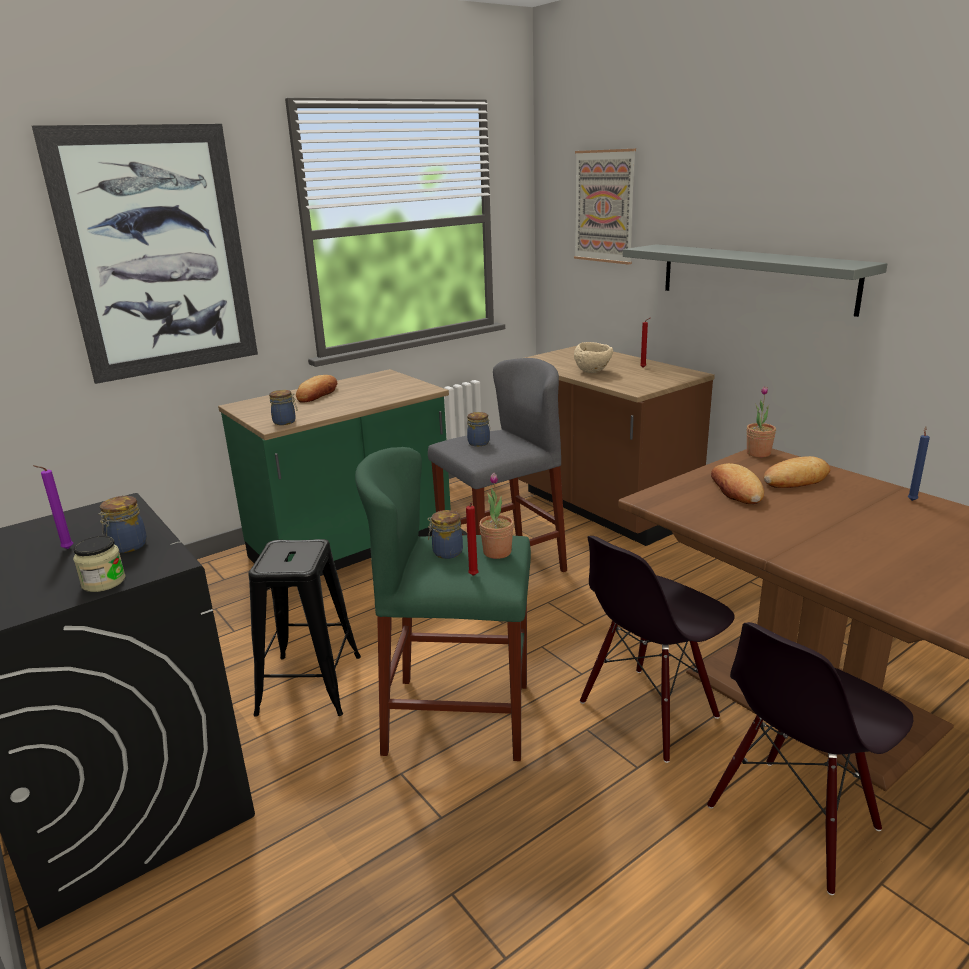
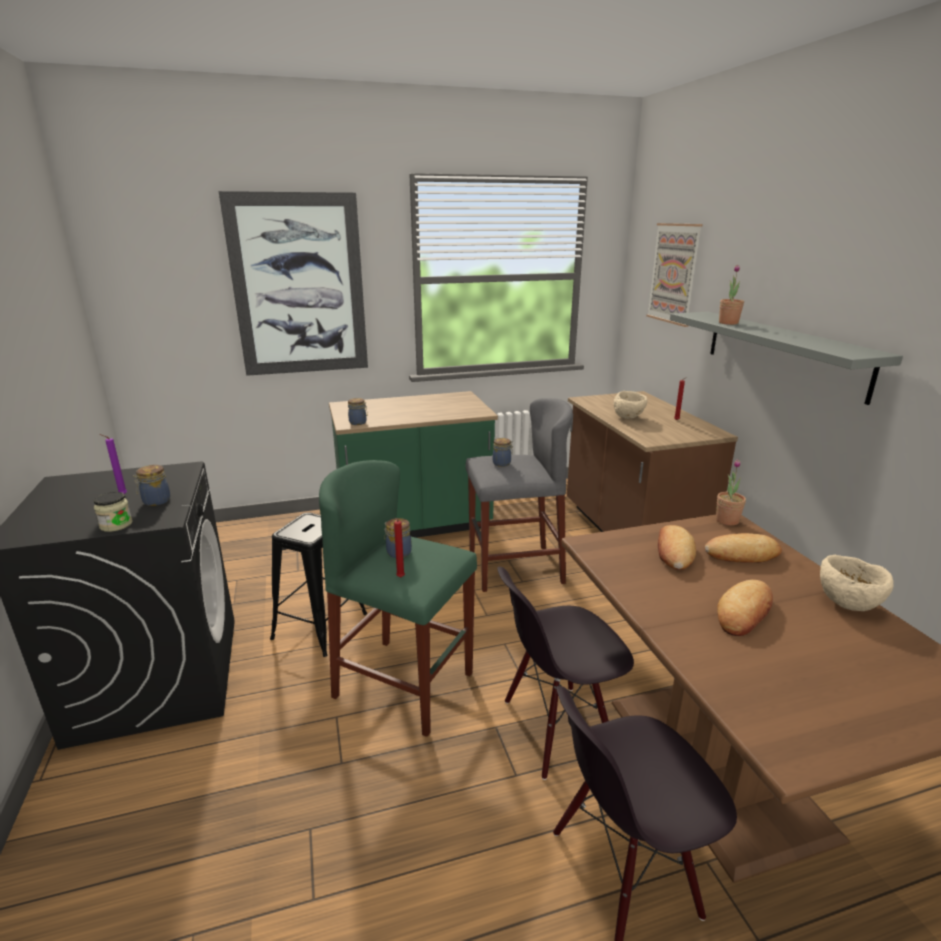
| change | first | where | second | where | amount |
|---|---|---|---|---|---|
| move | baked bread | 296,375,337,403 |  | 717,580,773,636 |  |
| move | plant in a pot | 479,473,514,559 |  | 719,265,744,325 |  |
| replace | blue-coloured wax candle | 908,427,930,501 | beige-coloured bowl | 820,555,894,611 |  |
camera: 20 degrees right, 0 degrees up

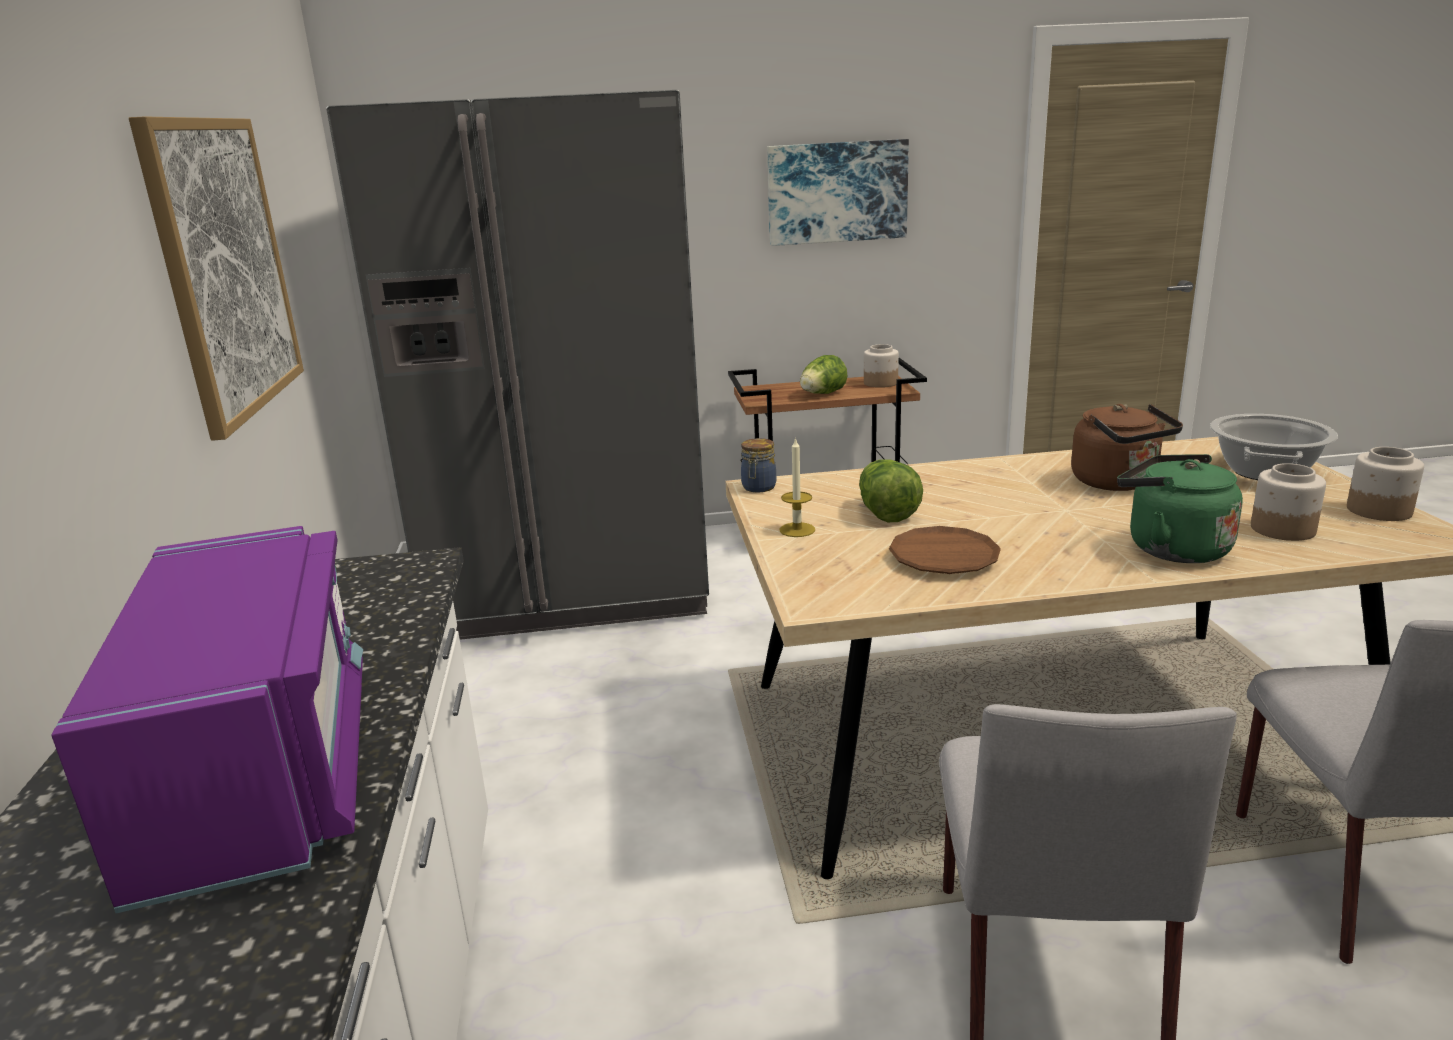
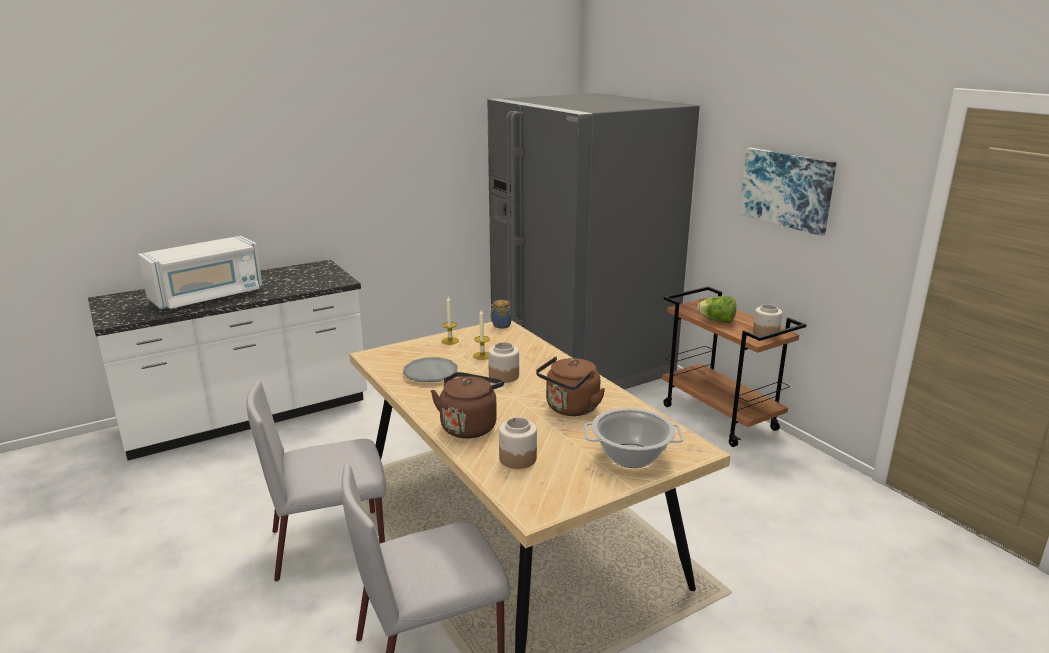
| change | first | where | second | where | amount |
|---|---|---|---|---|---|
| recolor | purple-coloured microwave | 51,526,363,913 | white microwave | 138,236,263,310 |  |
| delete | wall picture | 129,116,304,441 |  |  |  |
| replace | head of lettuce | 859,459,923,522 | wax candle | 473,310,490,360 |  |
| recolor | brown-coloured dinner plate | 889,526,1001,574 | grey dinner plate | 403,357,458,382 |  |
| recolor | green-coloured kettle | 1117,454,1243,563 | brown-coloured kettle | 431,372,504,438 |  |
| move | preserve jar | 1347,447,1424,521 |  | 488,342,519,383 |  |
camera: 65 degrees right, 0 degrees up

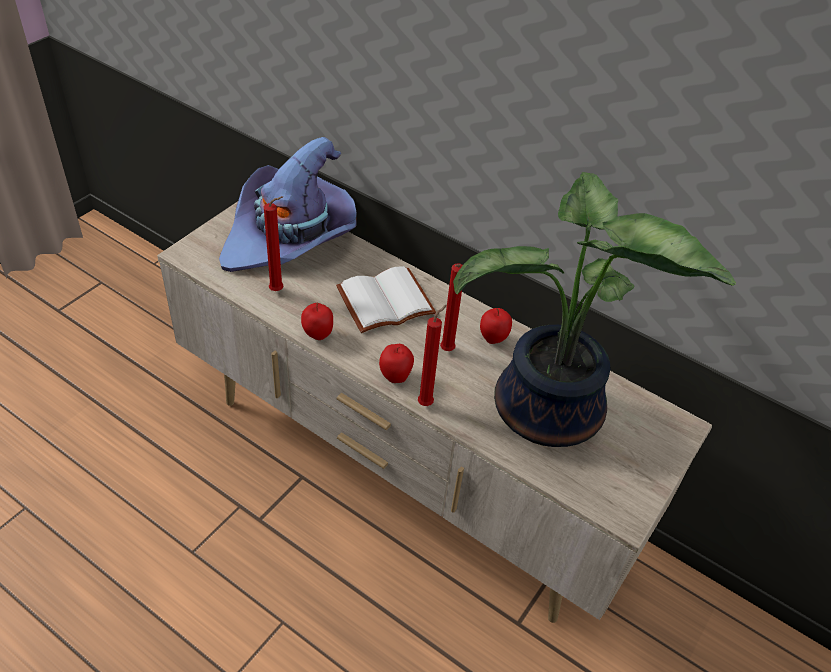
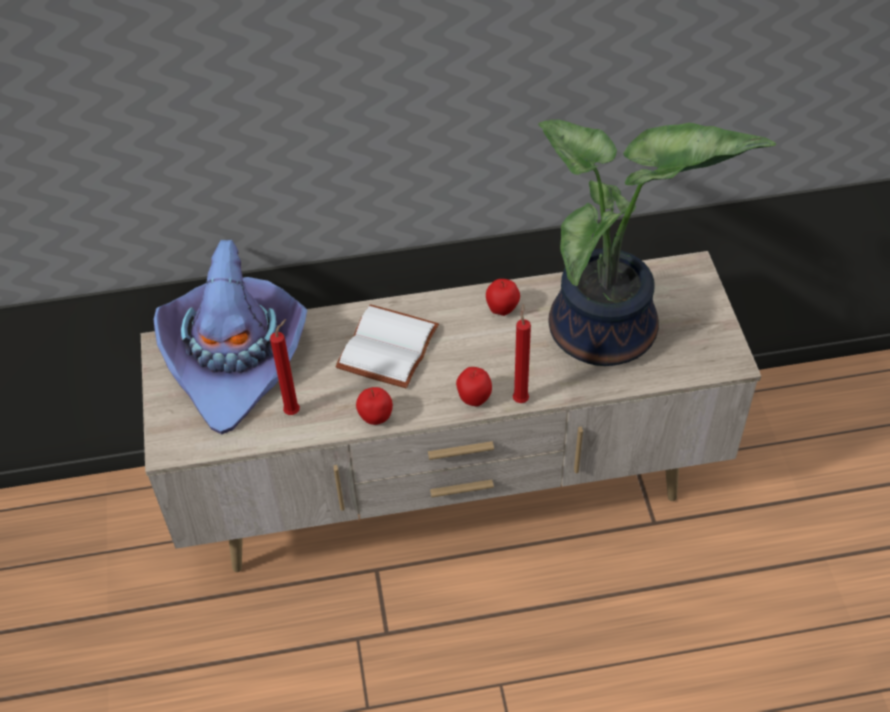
| change | first | where | second | where | amount |
|---|---|---|---|---|---|
| delete | red wax candle | 440,263,463,351 |  |  |  |
camera: 40 degrees left, 5 degrees up

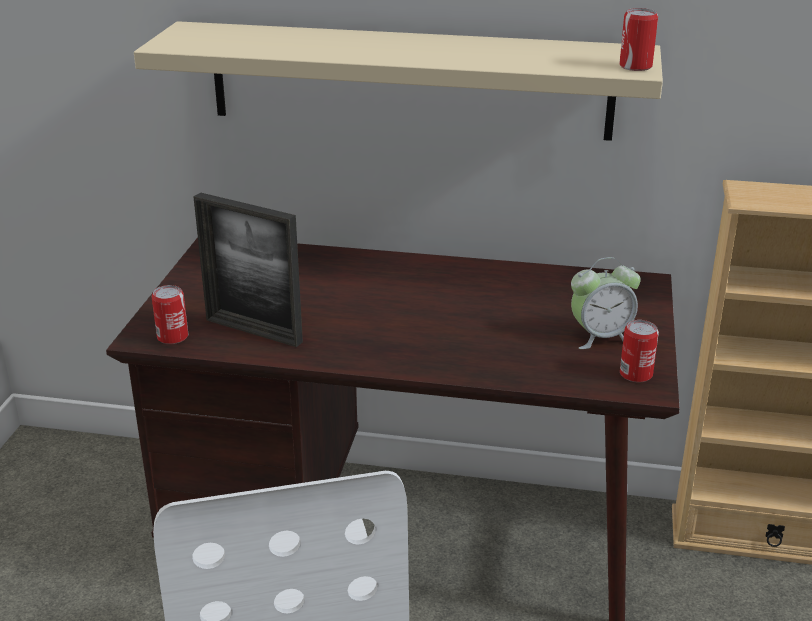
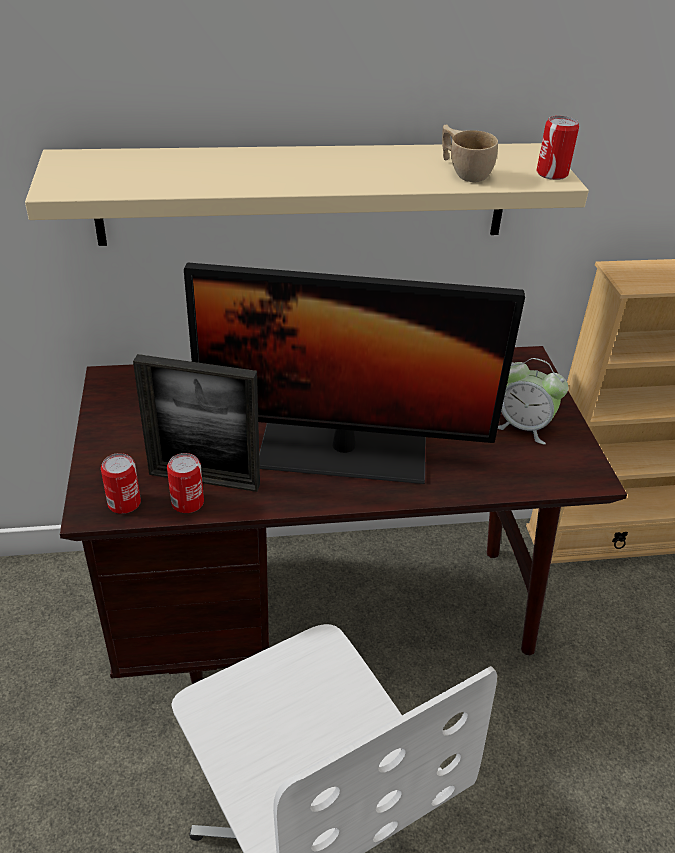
| change | first | where | second | where | amount |
|---|---|---|---|---|---|
| rotate | bedside clock | 571,257,641,349 |  | 498,358,568,444 | 60 degrees clockwise |
| move | sealed can | 620,320,659,383 |  | 167,453,204,513 |  |
| insert |  |  | computer display | 184,263,525,484 |  |
| insert |  |  | beige-coloured small cup | 442,124,498,182 |  |
camera: 20 degrees left, 10 degrees up

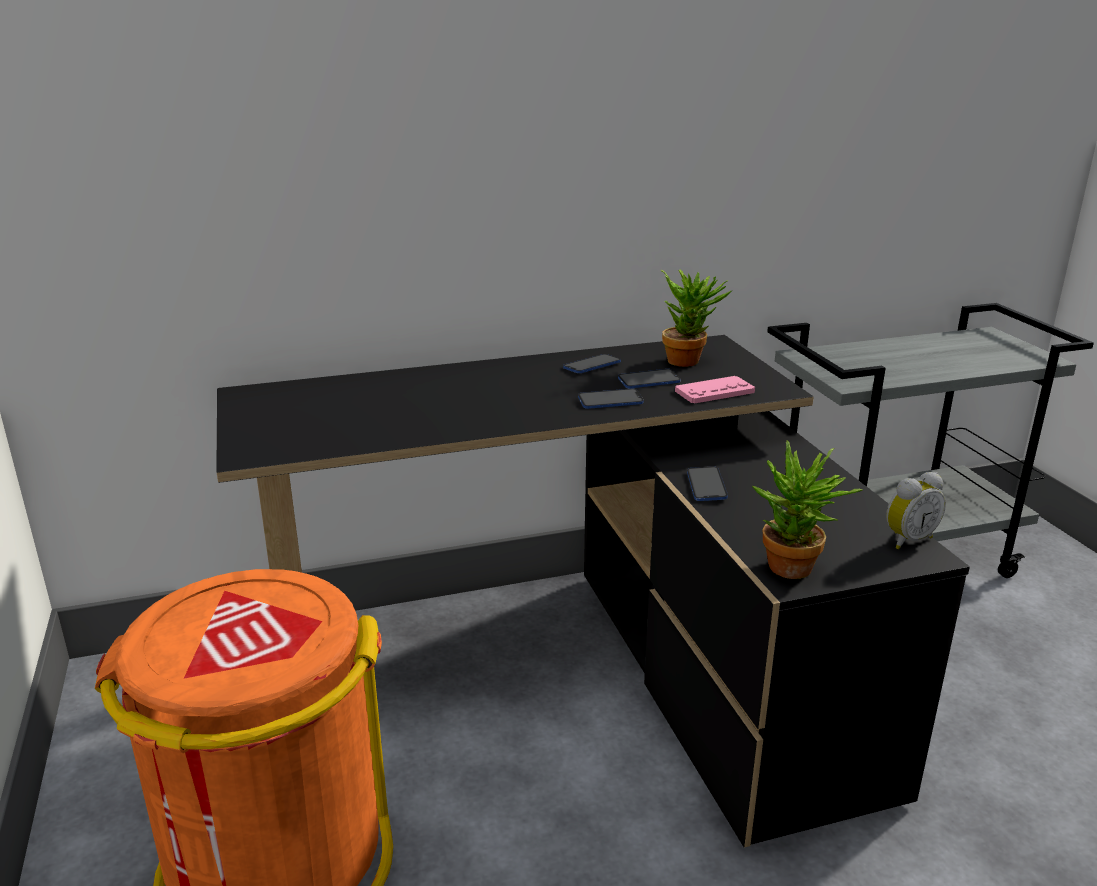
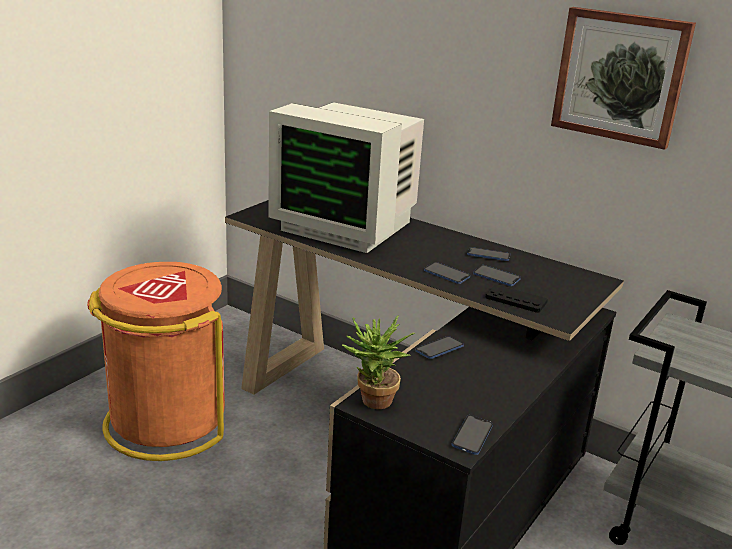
| change | first | where | second | where | amount |
|---|---|---|---|---|---|
| delete | plant in a pot | 661,270,732,367 |  |  |  |
| recolor | pink-coloured gamepad | 675,376,755,404 | black gamepad | 485,285,548,313 |  |
| replace | bedside clock | 886,472,946,550 | phone | 451,415,493,455 |  |
| insert |  |  | computer display | 268,102,424,253 |  |
| insert |  |  | wall picture | 551,7,696,150 |  |
camera: 50 degrees right, 0 degrees up

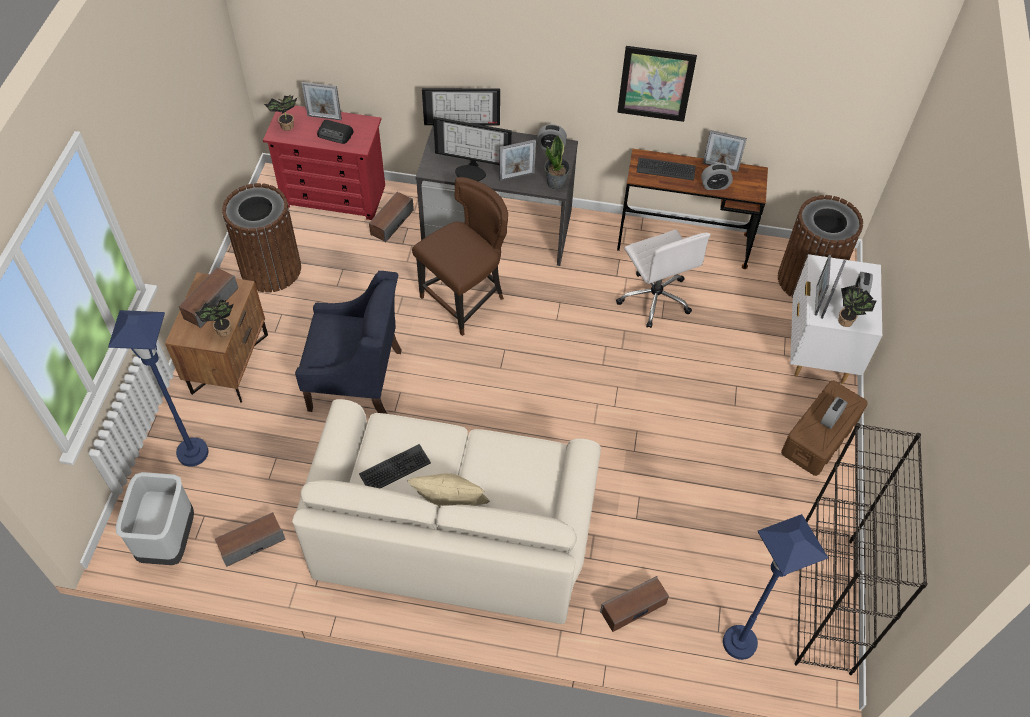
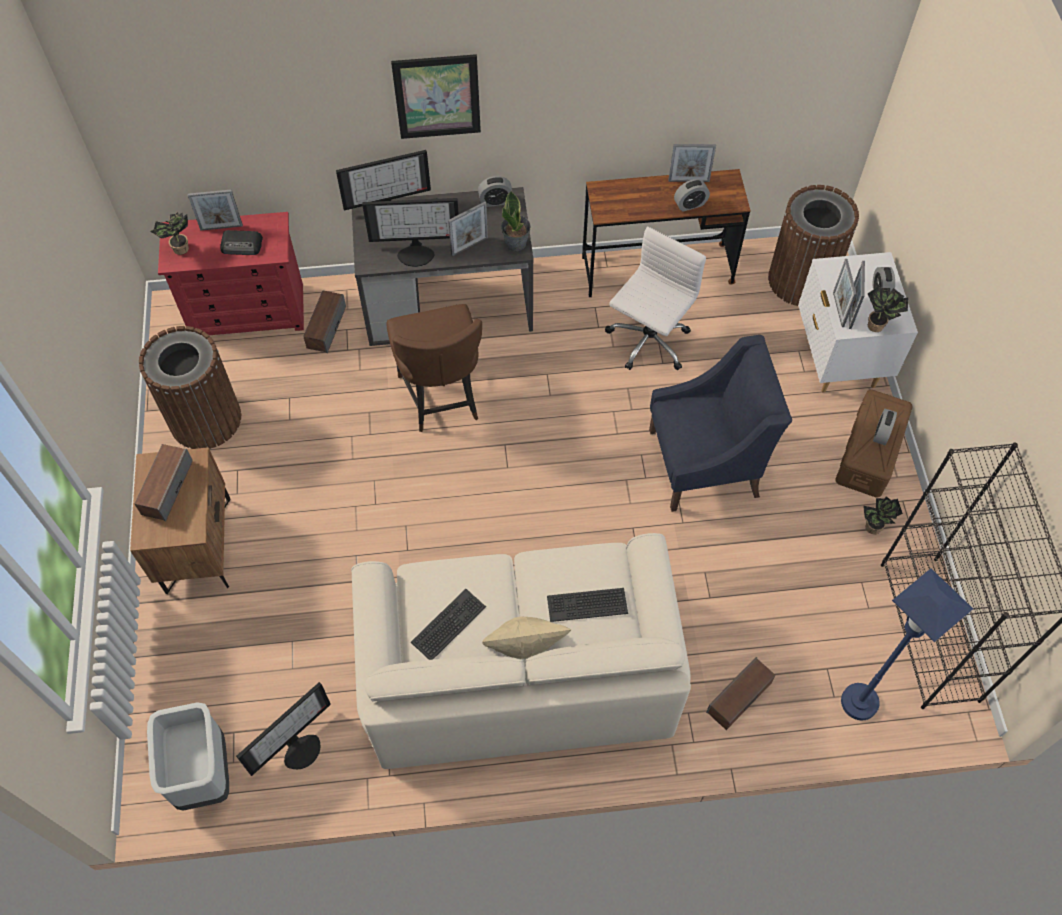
| change | first | where | second | where | amount |
|---|---|---|---|---|---|
| delete | blue-coloured standing lamp | 108,310,208,467 |  |  |  |
| move | plant in a pot | 195,300,234,337 |  | 863,496,903,535 |  |
| replace | speaker | 215,512,285,567 | computer display | 236,682,331,776 |  |
| move | blue-coloured lounge chair | 295,271,402,414 |  | 649,335,792,512 |  |
| rotate | brown-coloured upright chair | 412,177,508,336 |  | 386,304,482,432 | 135 degrees clockwise |
| rotate | white office chair | 616,230,711,328 |  | 605,226,706,370 | 105 degrees counterclockwise |
| move | wall picture | 617,46,697,122 |  | 391,54,481,139 |  |
| move | keyboard | 637,158,696,181 |  | 547,588,628,622 |  |
camera: 15 degrees left, 5 degrees up

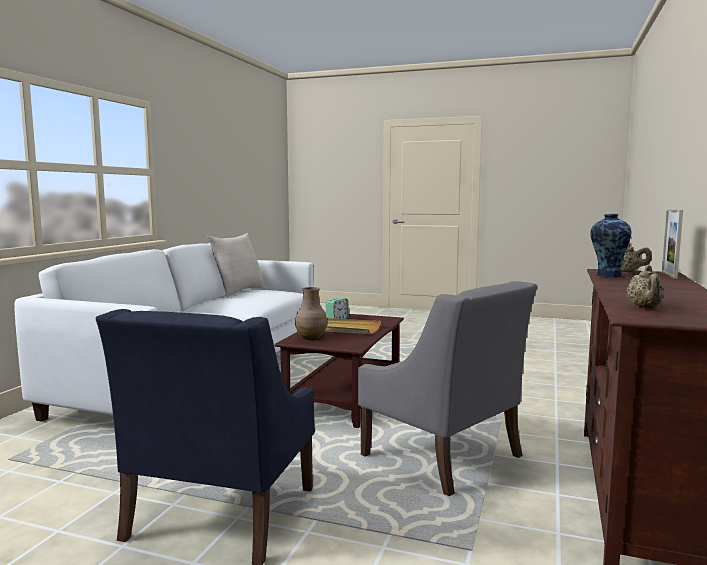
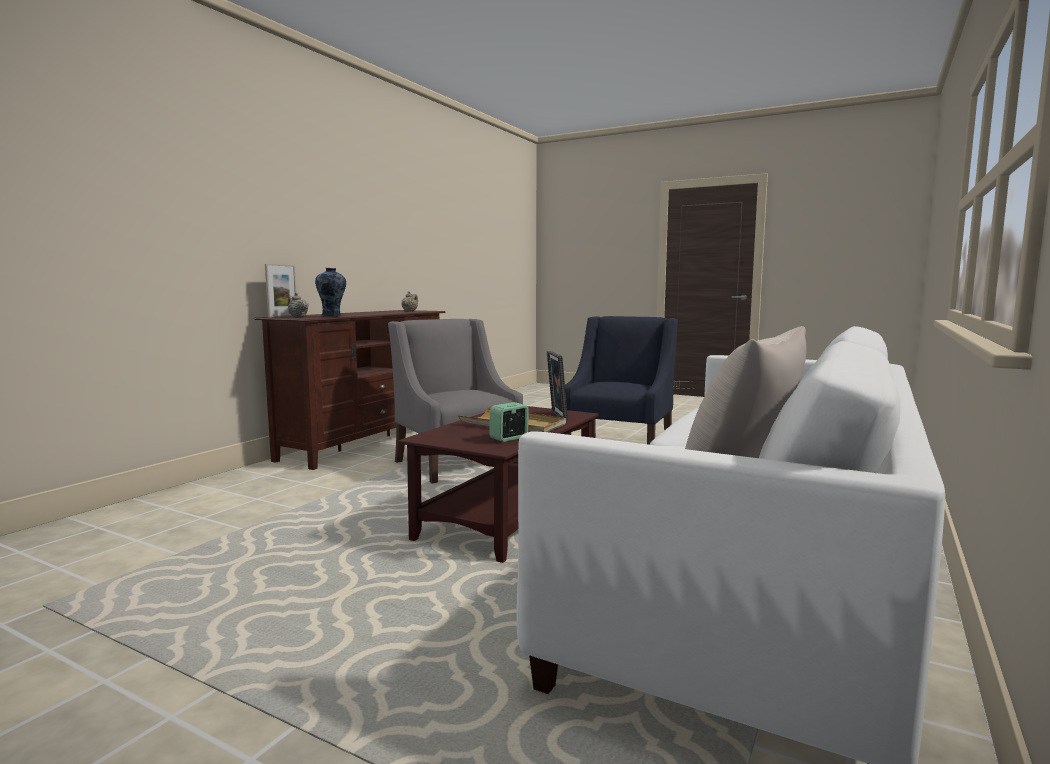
| change | first | where | second | where | amount |
|---|---|---|---|---|---|
| replace | brown-coloured vase | 295,287,327,340 | photo frame | 547,351,568,421 |  |
camera: 170 degrees left, 0 degrees up

